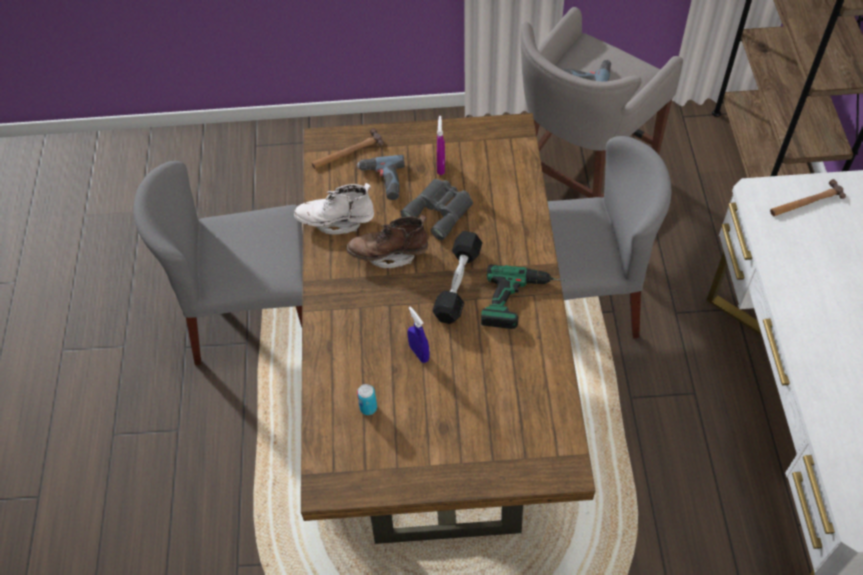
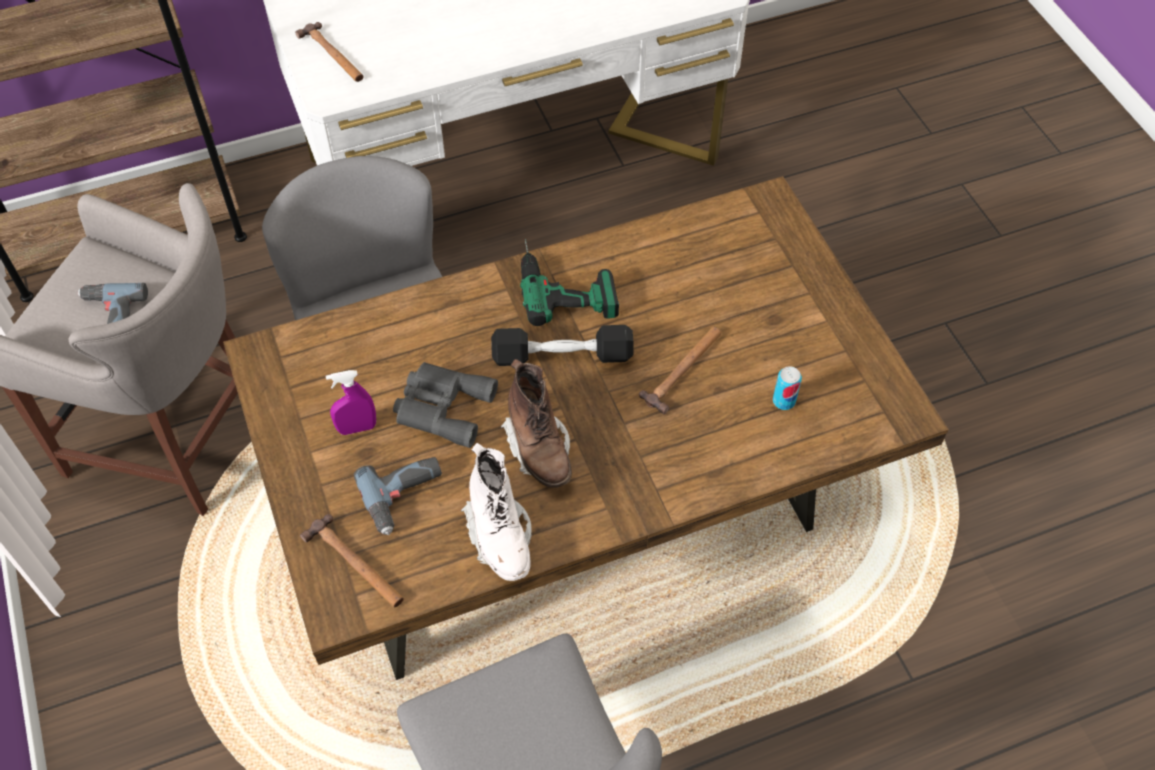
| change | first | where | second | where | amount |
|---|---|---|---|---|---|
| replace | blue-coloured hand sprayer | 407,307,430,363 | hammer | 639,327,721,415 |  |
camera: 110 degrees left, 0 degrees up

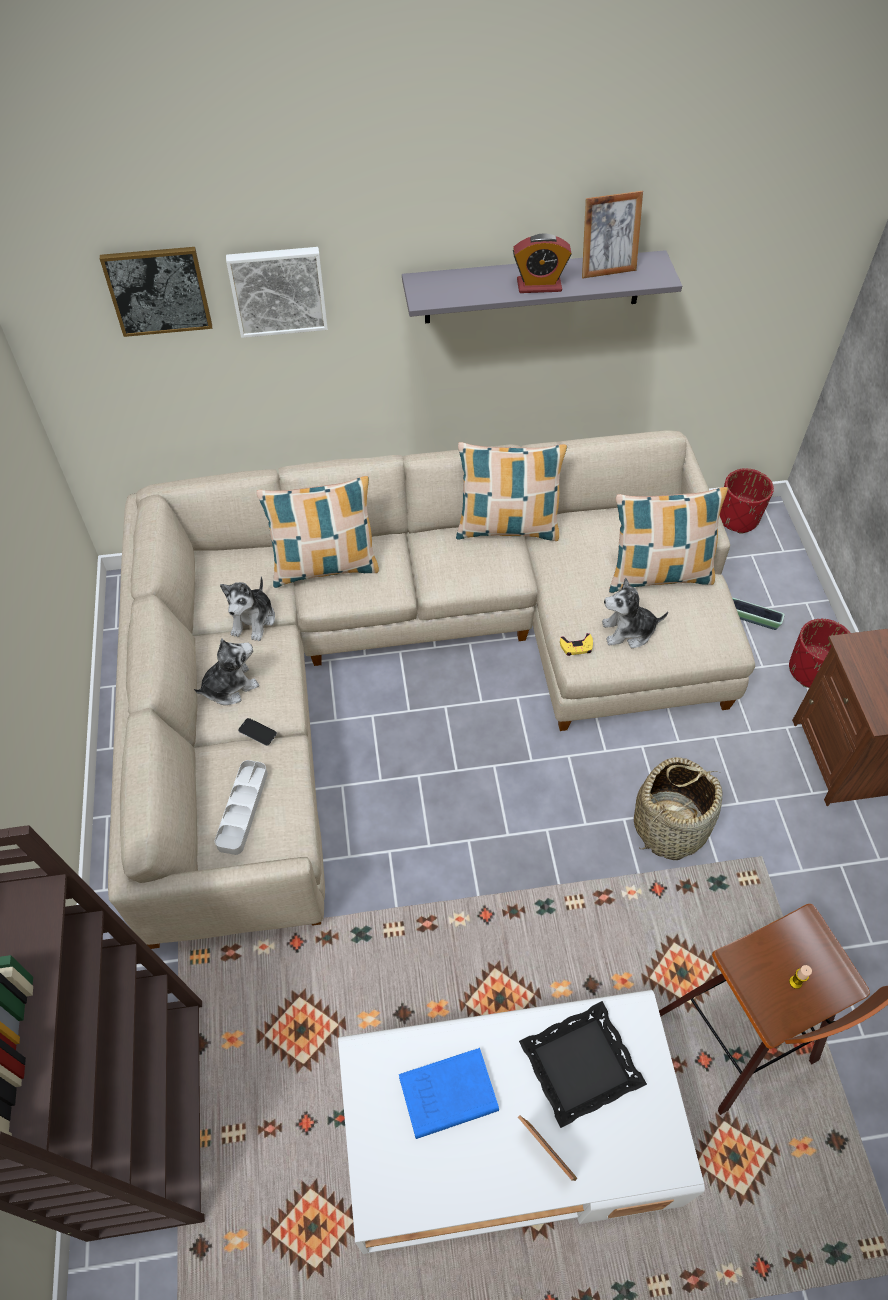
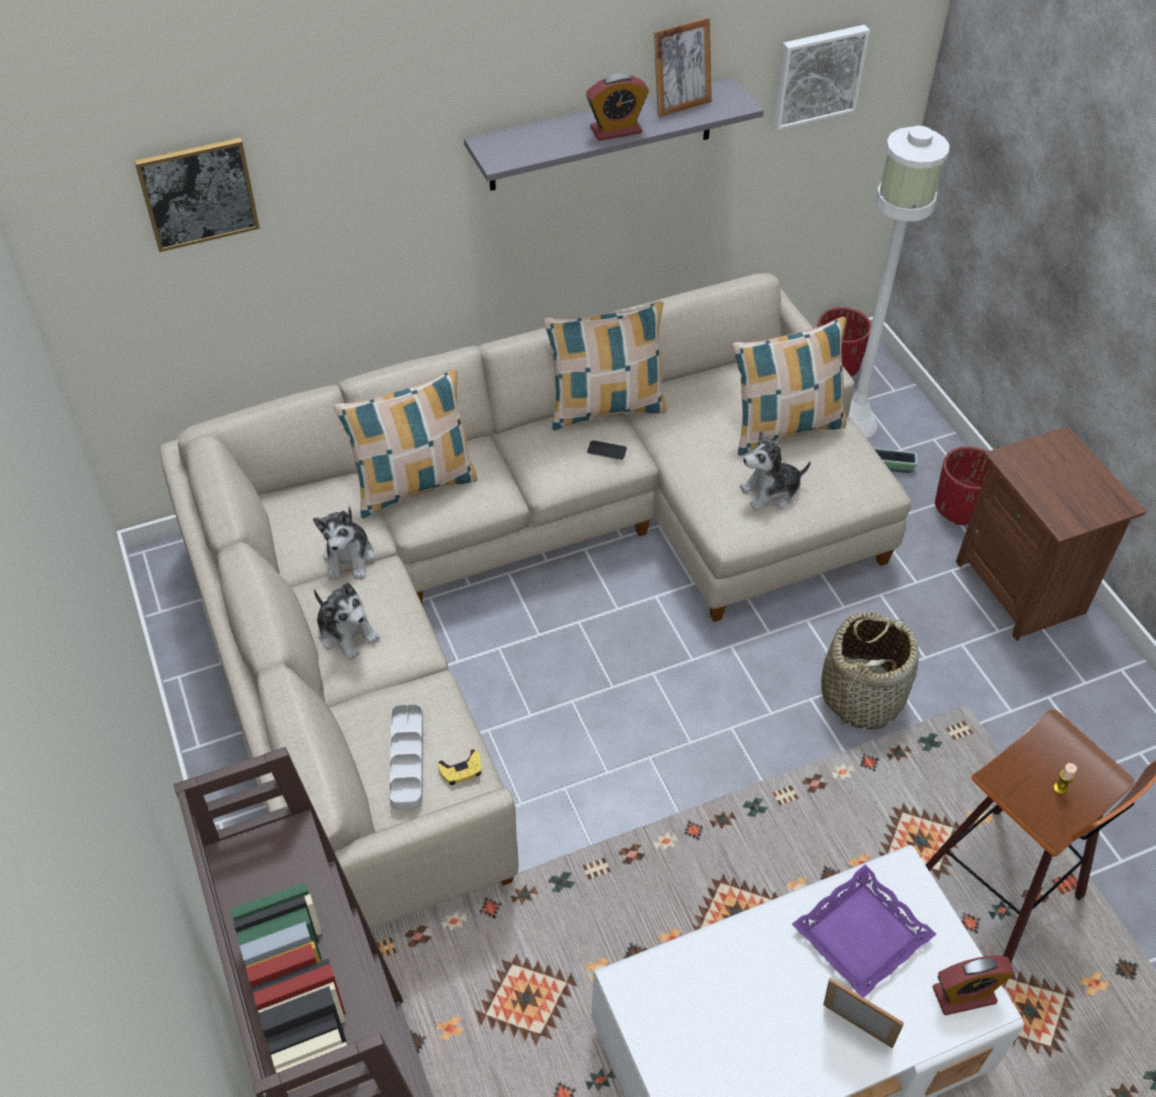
| change | first | where | second | where | amount |
|---|---|---|---|---|---|
| rotate | plush toy | 194,639,259,705 |  | 314,582,380,660 | 90 degrees clockwise |
| move | wall picture | 226,247,328,338 |  | 772,25,870,130 |  |
| move | phone | 238,718,277,746 |  | 587,440,627,460 |  |
| delete | blue-coloured bound book | 399,1048,499,1139 |  |  |  |
| recolor | black serving tray | 519,1001,647,1128 | purple-coloured serving tray | 792,864,936,998 |  |
| move | yellow gamepad | 560,633,593,656 |  | 438,749,482,785 |  |
| insert |  |  | white standing lamp | 848,126,950,438 |  |
| insert |  |  | bedside clock | 933,955,1015,1015 |  |
camera: 15 degrees left, 5 degrees down

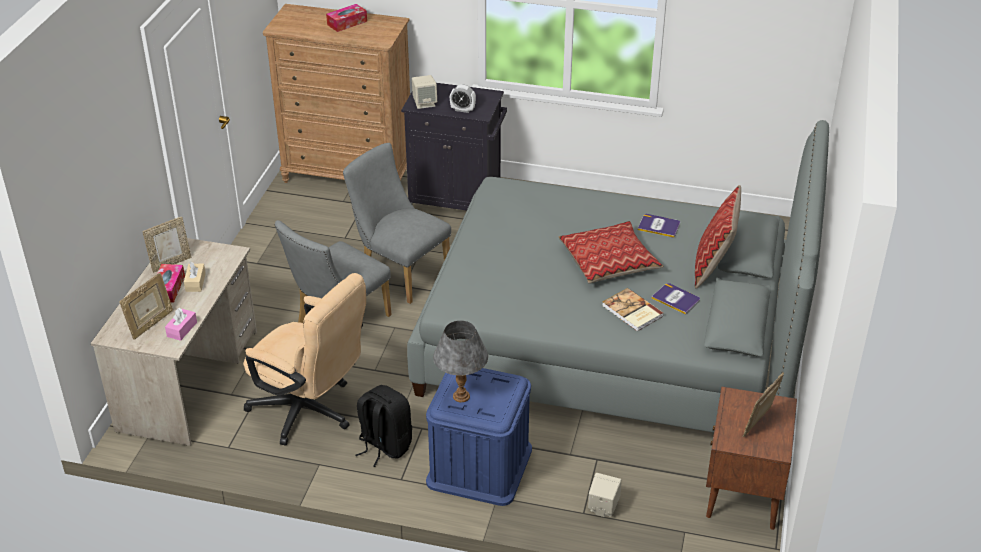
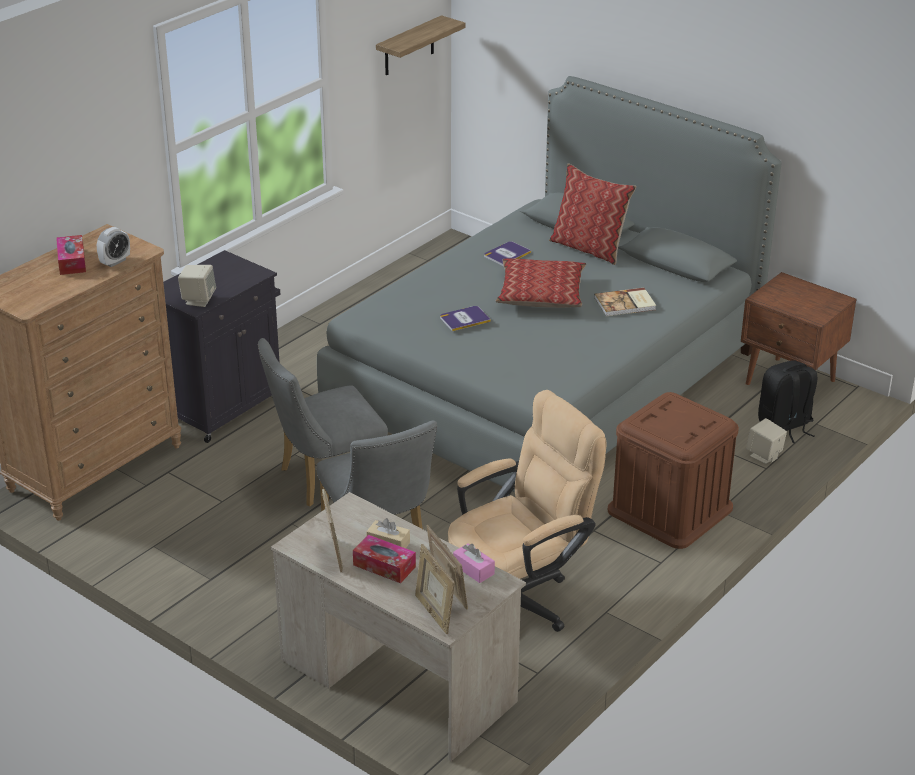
| change | first | where | second | where | amount |
|---|---|---|---|---|---|
| move | black rucksack | 356,385,412,467 |  | 758,360,817,443 |  |
| recolor | blue-coloured storage box | 426,368,532,506 | brown-coloured storage box | 608,392,739,549 |  |
| delete | grey table lamp | 433,320,488,402 |  |  |  |
| move | bedside clock | 450,85,476,113 |  | 97,227,130,267 |  |
| move | bound book | 652,283,700,315 |  | 440,306,491,331 |  |
| move | photo frame | 743,373,784,437 |  | 415,544,455,634 |  |
| insert |  |  | shelf | 376,15,466,75 |  |
camera: 65 degrees left, 5 degrees down

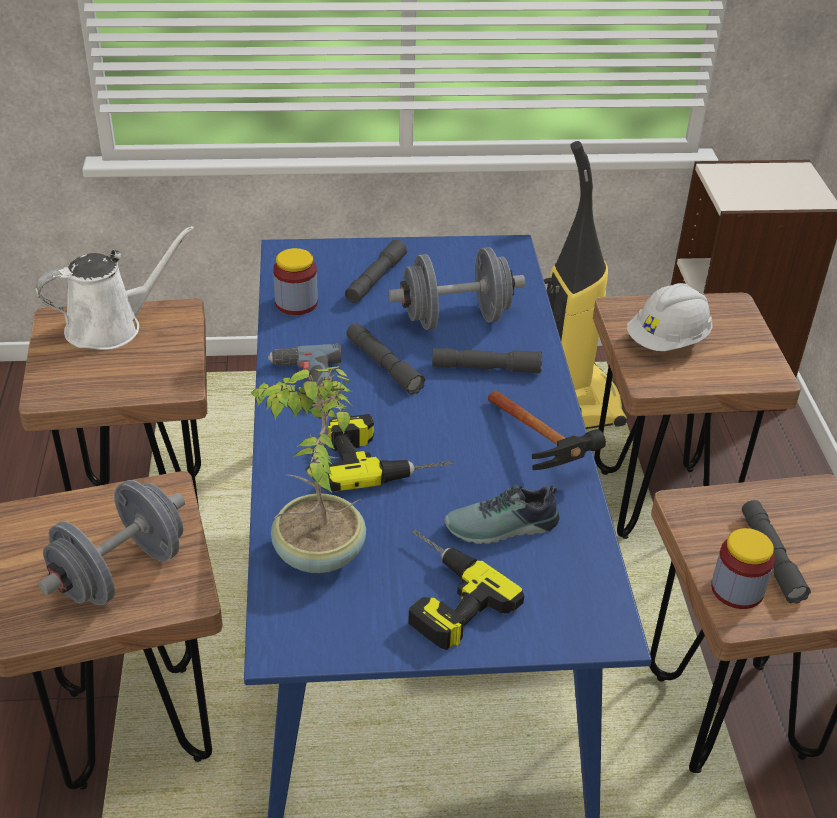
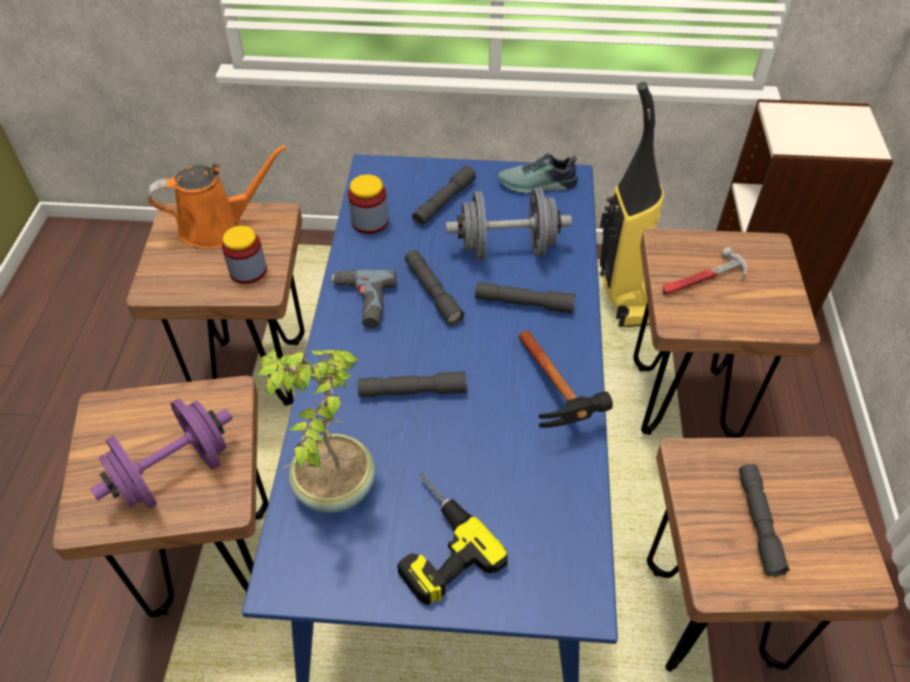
| change | first | where | second | where | amount |
|---|---|---|---|---|---|
| recolor | white watering can | 36,226,194,350 | orangey watering can | 148,145,287,249 |  |
| recolor | grey hand weight | 38,480,185,606 | purple-coloured hand weight | 90,398,233,509 |  |
| replace | power drill | 328,414,453,492 | grey flashlight | 358,371,467,397 |  |
| move | item of footwear | 445,484,560,544 |  | 499,153,578,193 |  |
| replace | white hard hat | 627,283,713,351 | hammer | 663,247,747,295 |  |
| move | preserve jar | 711,528,775,609 |  | 222,226,267,284 |  |
camera: 10 degrees right, 10 degrees up

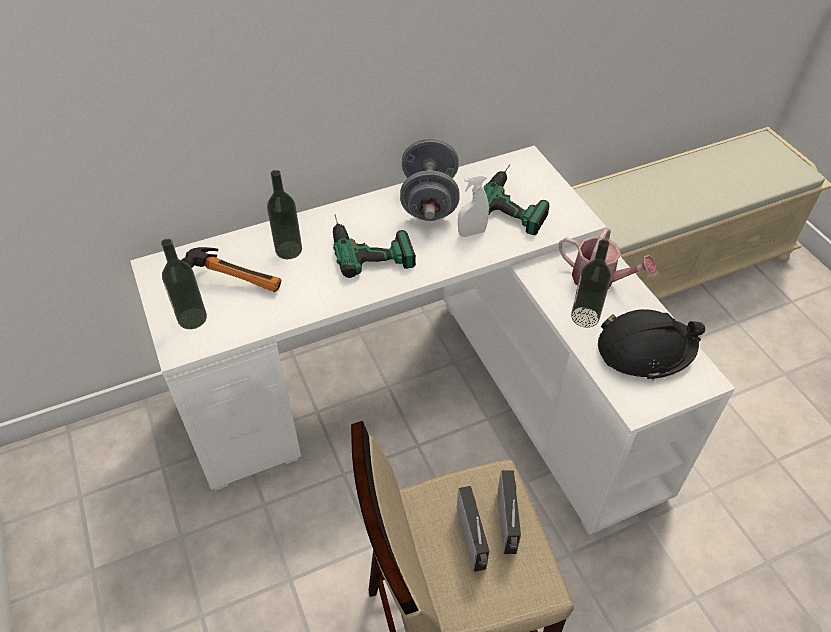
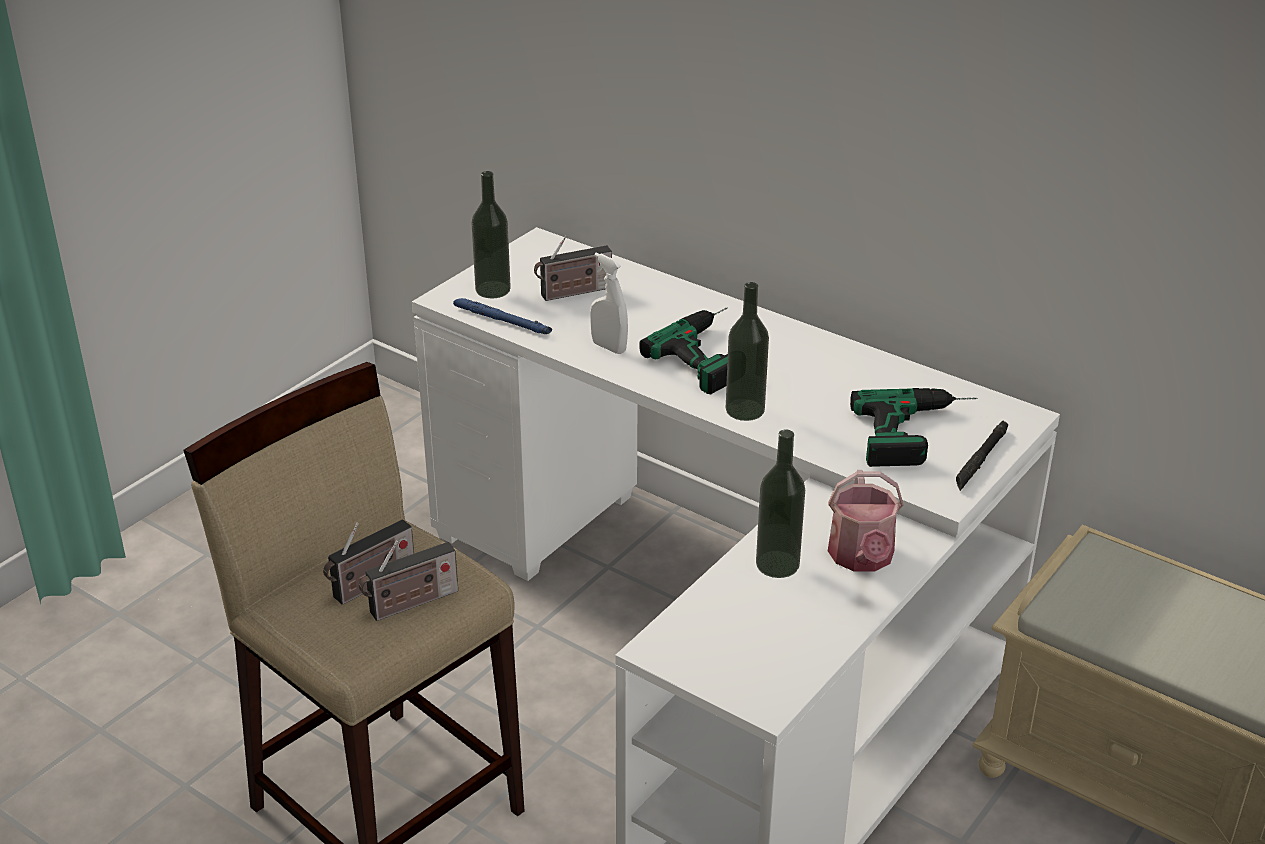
| change | first | where | second | where | amount |
|---|---|---|---|---|---|
| replace | hammer | 181,247,281,292 | radio | 534,235,612,301 |  |
| move | bottle | 267,170,302,259 |  | 726,282,769,421 |  |
| delete | grey hand weight | 400,138,460,221 |  |  |  |
| move | white hand sprayer | 458,175,489,237 |  | 590,253,628,354 |  |
| delete | black hard hat | 598,309,705,380 |  |  |  |
| insert |  |  | blue-coloured flashlight | 453,298,552,334 |  |
| insert |  |  | black flashlight | 956,420,1008,491 |  |
camera: 60 degrees right, 15 degrees down

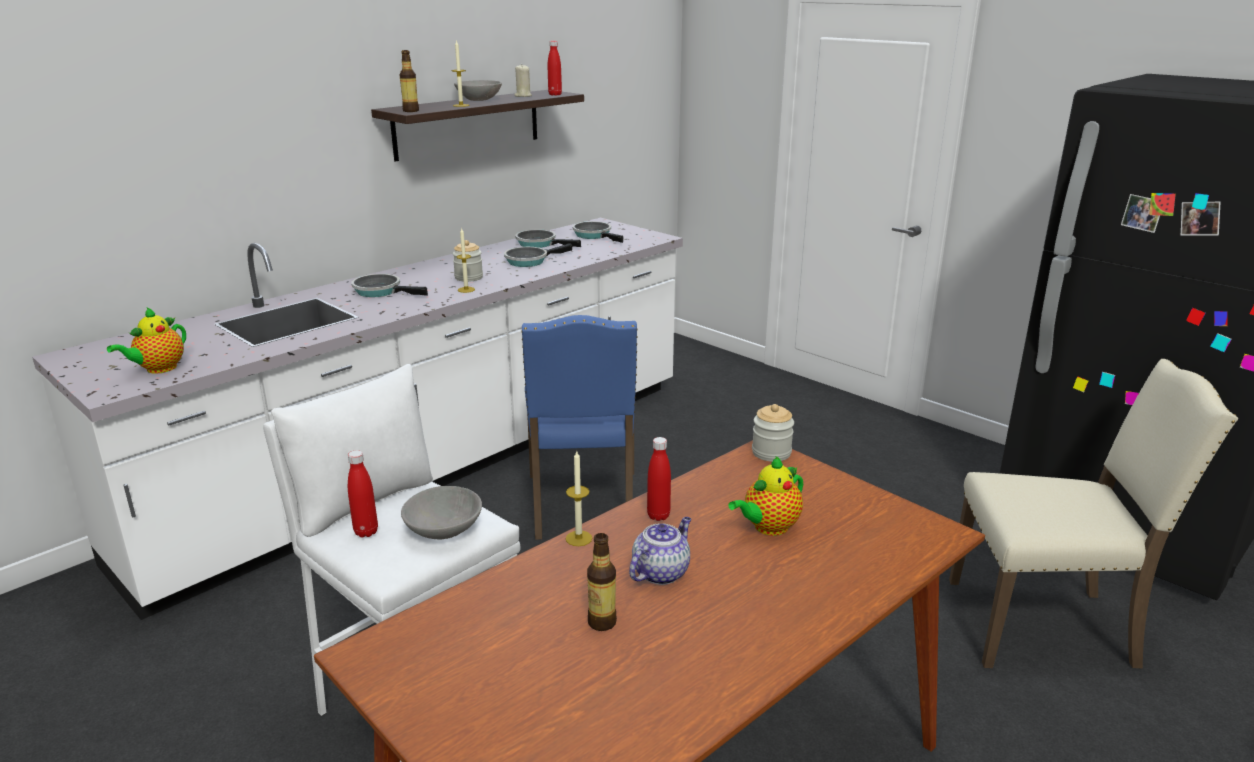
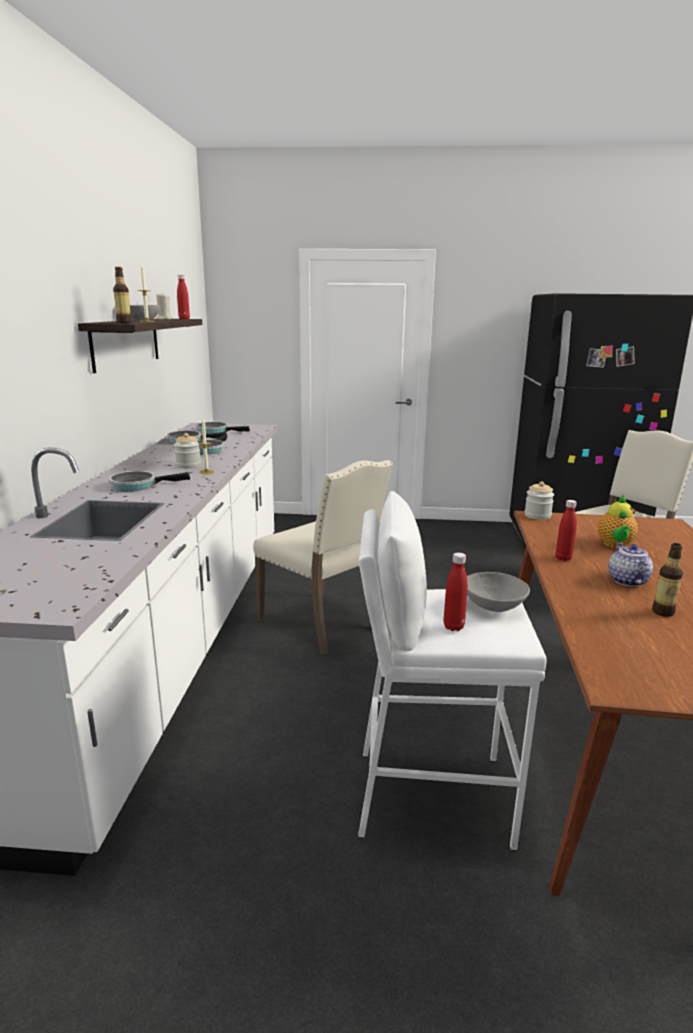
| change | first | where | second | where | amount |
|---|---|---|---|---|---|
| delete | pot for tea | 107,307,186,374 |  |  |  |
| recolor | blue-coloured upright chair | 521,315,638,540 | beige-coloured upright chair | 253,460,393,655 |  |
| delete | wax candle | 566,451,592,546 |  |  |  |
camera: 40 degrees left, 5 degrees down

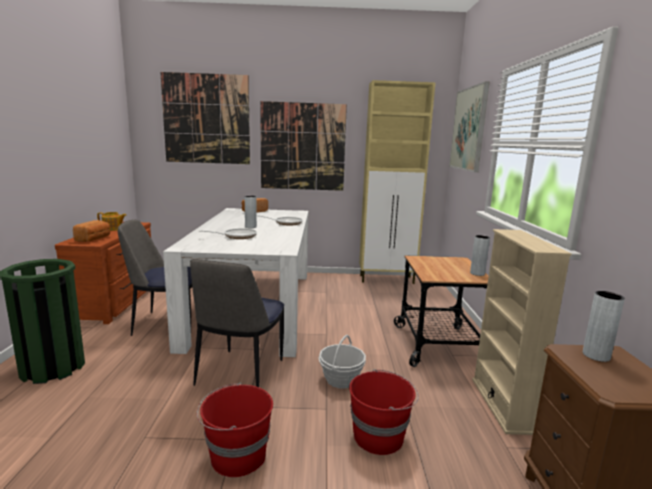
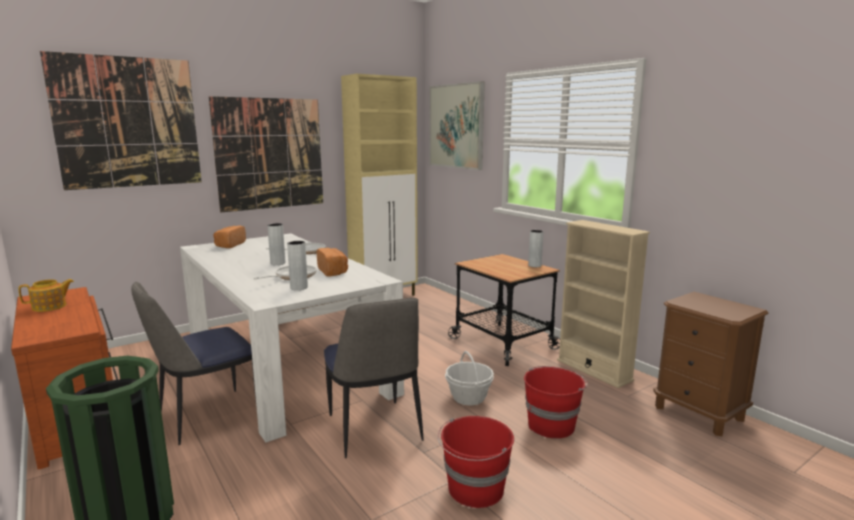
| change | first | where | second | where | amount |
|---|---|---|---|---|---|
| move | baked bread | 73,220,110,242 |  | 317,248,348,277 |  |
| move | grey vase | 583,291,625,362 |  | 287,241,308,290 |  |
camera: 35 degrees left, 0 degrees up

